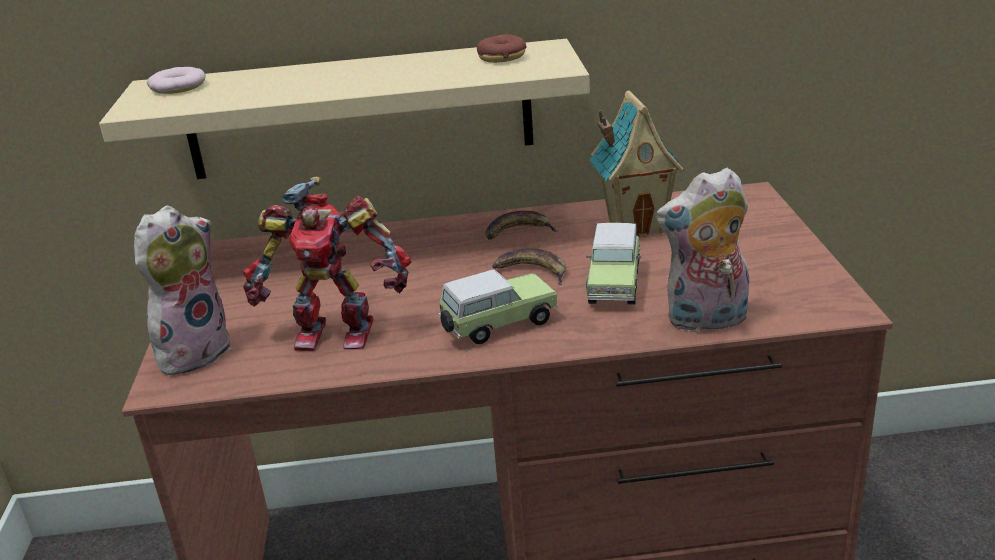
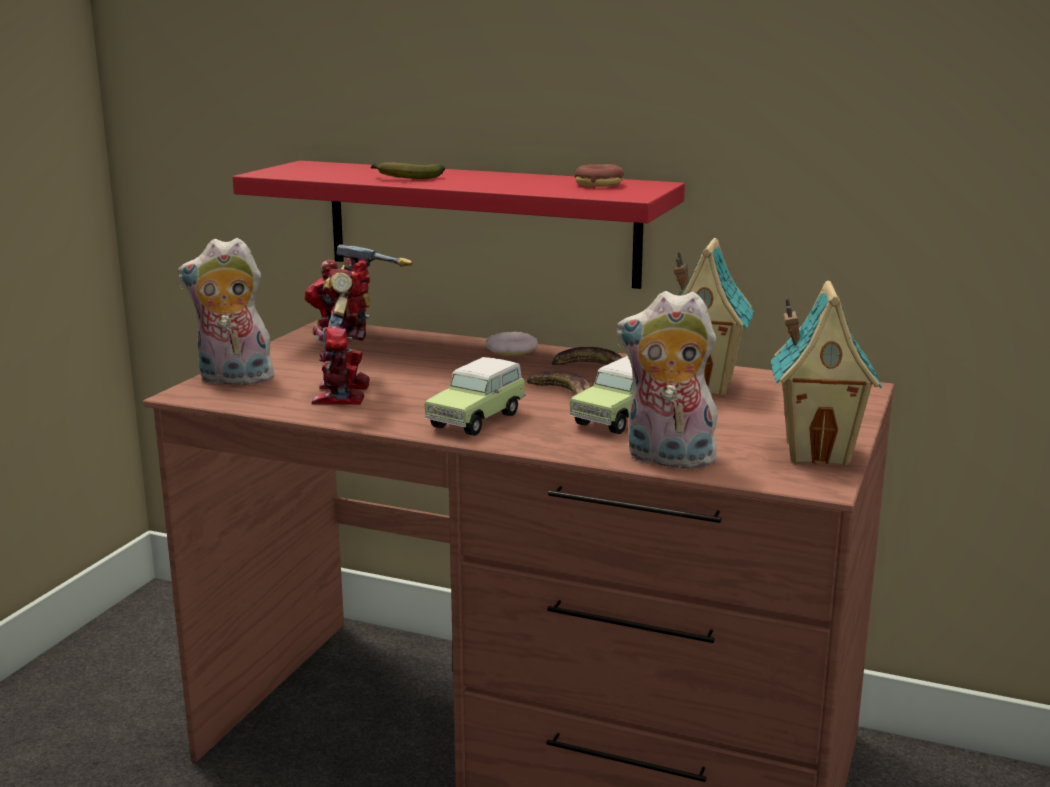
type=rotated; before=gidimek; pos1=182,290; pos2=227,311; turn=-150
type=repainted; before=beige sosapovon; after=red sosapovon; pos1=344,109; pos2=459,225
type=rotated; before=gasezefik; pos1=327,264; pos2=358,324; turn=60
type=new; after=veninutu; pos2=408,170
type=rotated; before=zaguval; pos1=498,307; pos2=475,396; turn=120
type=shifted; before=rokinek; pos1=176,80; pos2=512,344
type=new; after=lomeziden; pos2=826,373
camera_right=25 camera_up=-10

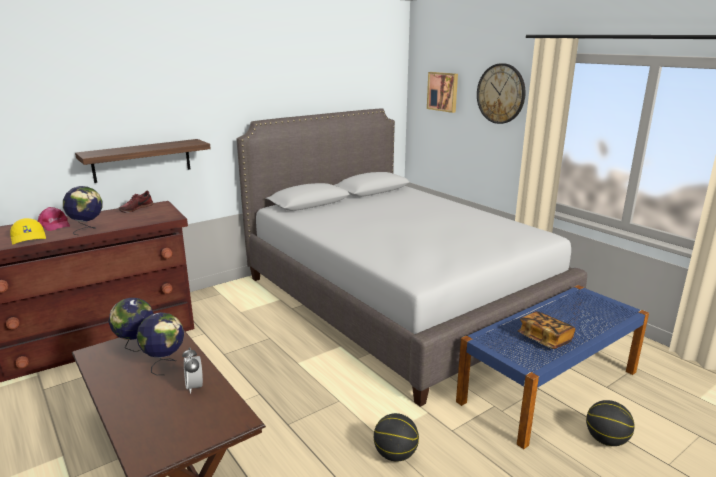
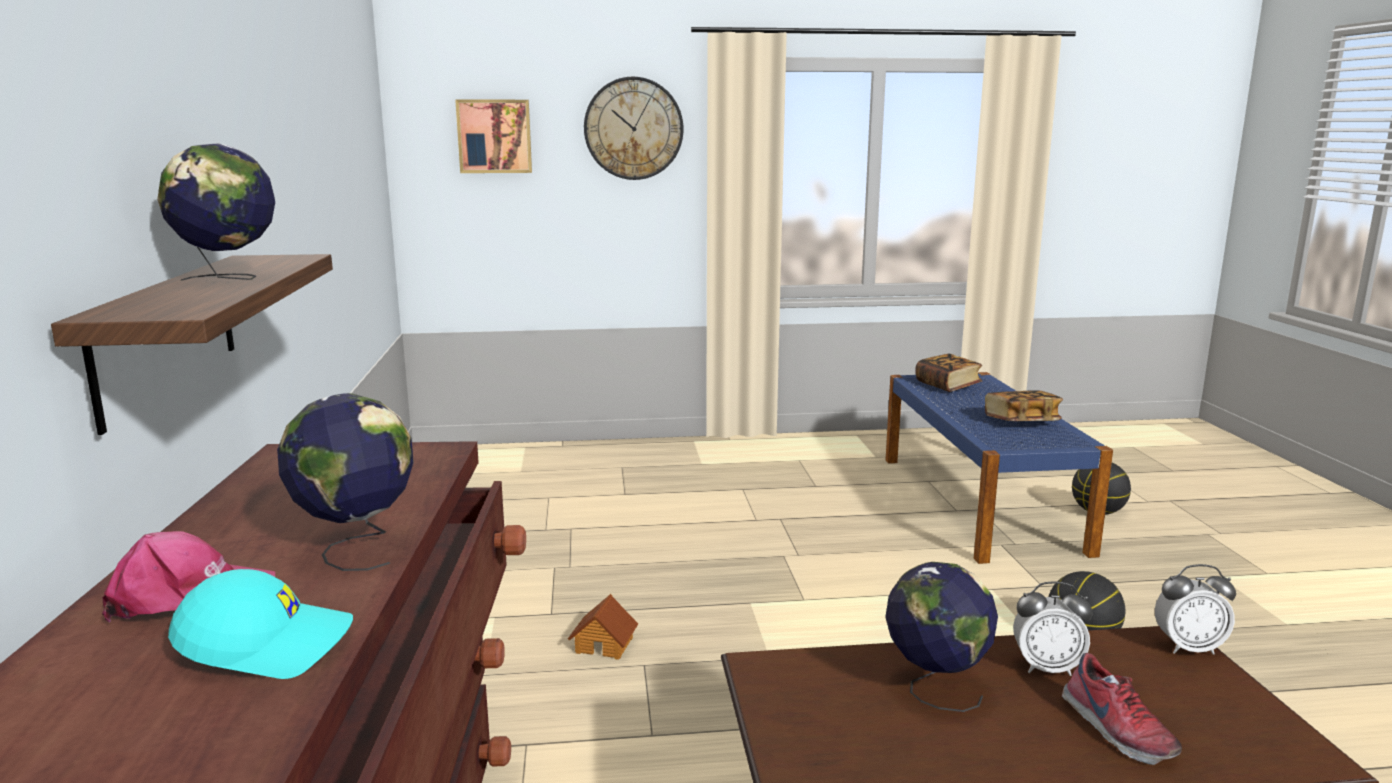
type=shifted; before=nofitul; pos1=131,325; pos2=216,212
type=repainted; before=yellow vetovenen; after=turquoise vetovenen; pos1=28,231; pos2=260,624
type=new; after=lomeziden; pos2=603,627
type=new; after=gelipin; pos2=948,373
type=shifted; before=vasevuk; pos1=135,202; pos2=1122,709
type=new; after=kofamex; pos2=1195,609
type=gone; before=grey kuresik; pos1=411,257
camera_right=-60 camera_up=-5

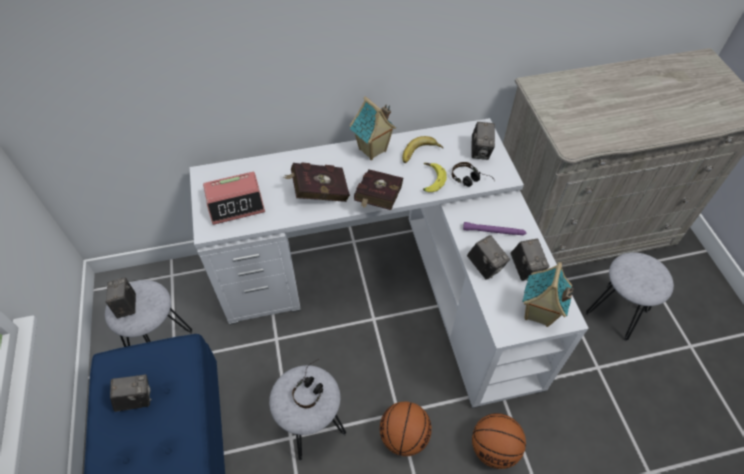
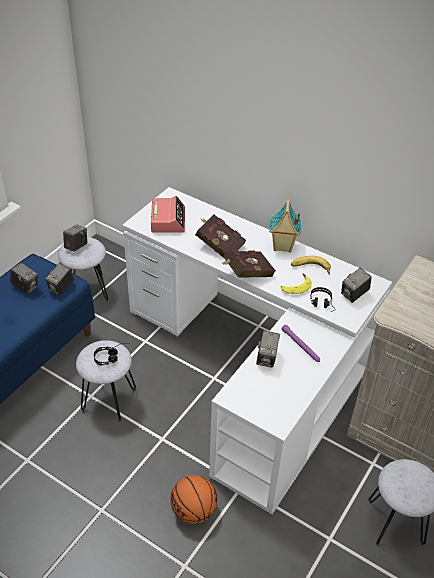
type=shifted; before=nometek; pos1=530,260; pos2=59,279
type=rotated; before=kofamex; pos1=234,198; pos2=168,214; turn=-120
type=gone; before=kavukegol; pos1=406,428
type=gone; before=lomeziden; pos1=548,294
camera_right=45 camera_up=-10

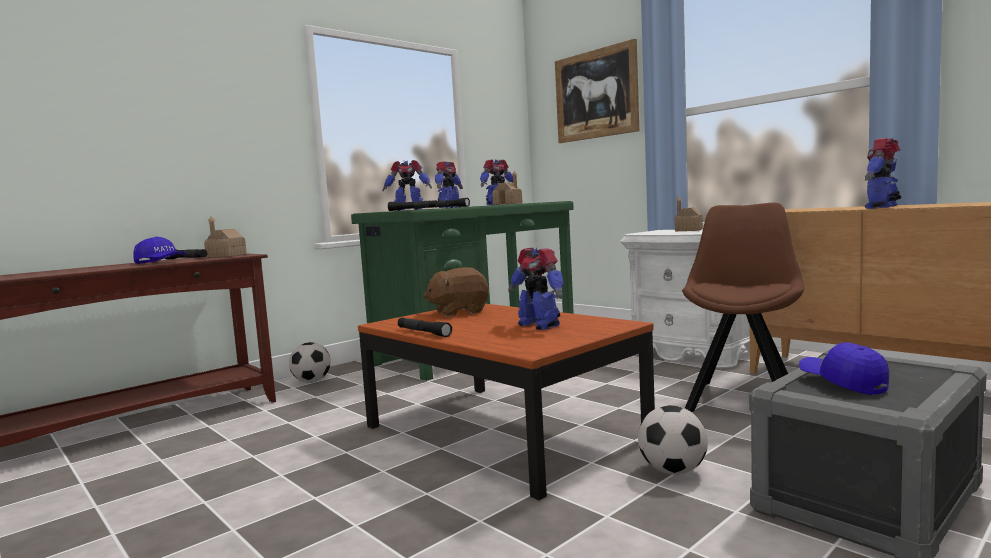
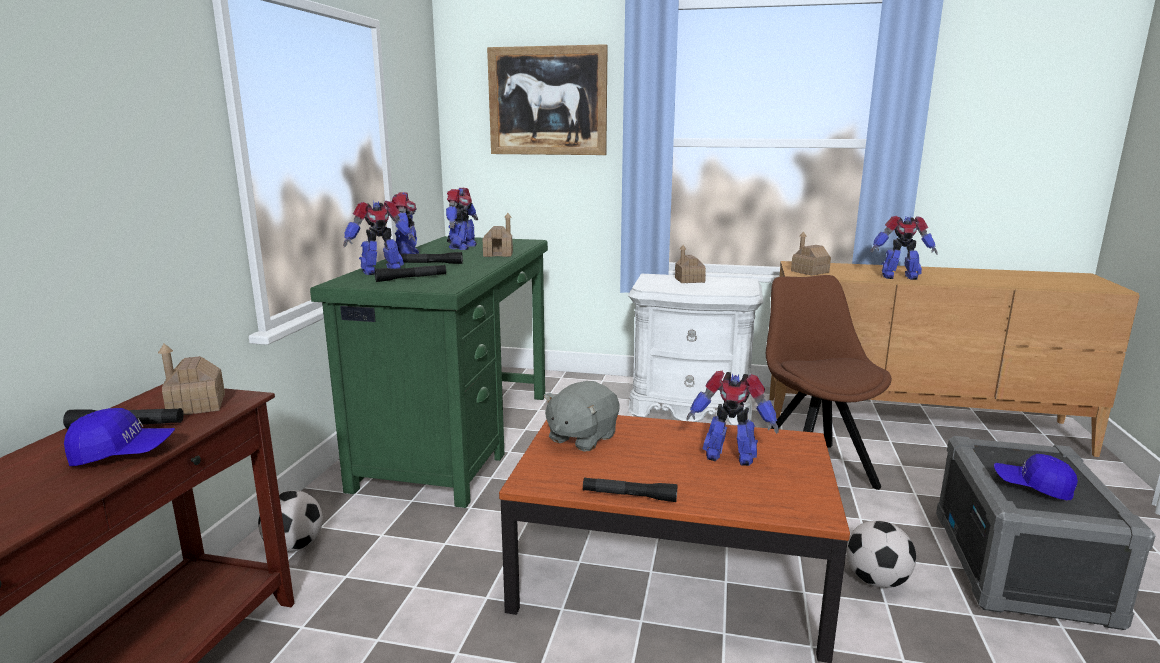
type=repainted; before=brown gidimek; after=grey gidimek; pos1=456,292; pos2=582,416
type=new; after=lomeziden; pos2=811,253
type=rotated; before=gasezefik; pos1=883,173; pos2=904,248; turn=-90
camera_right=-35 camera_up=10

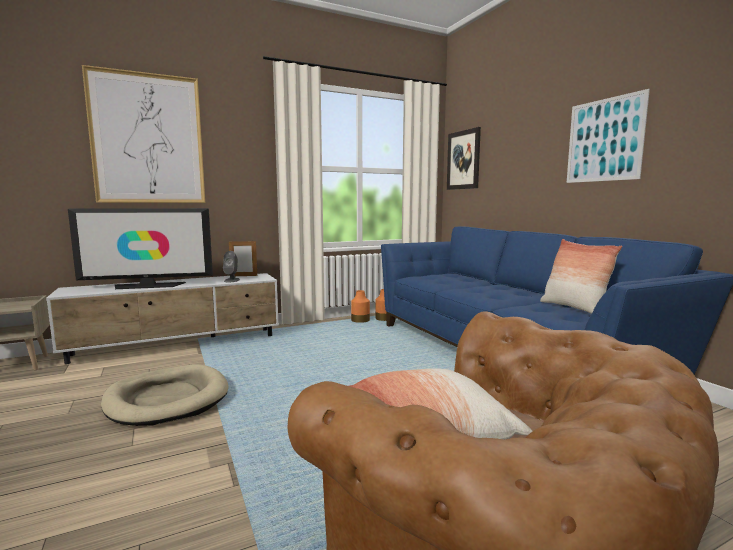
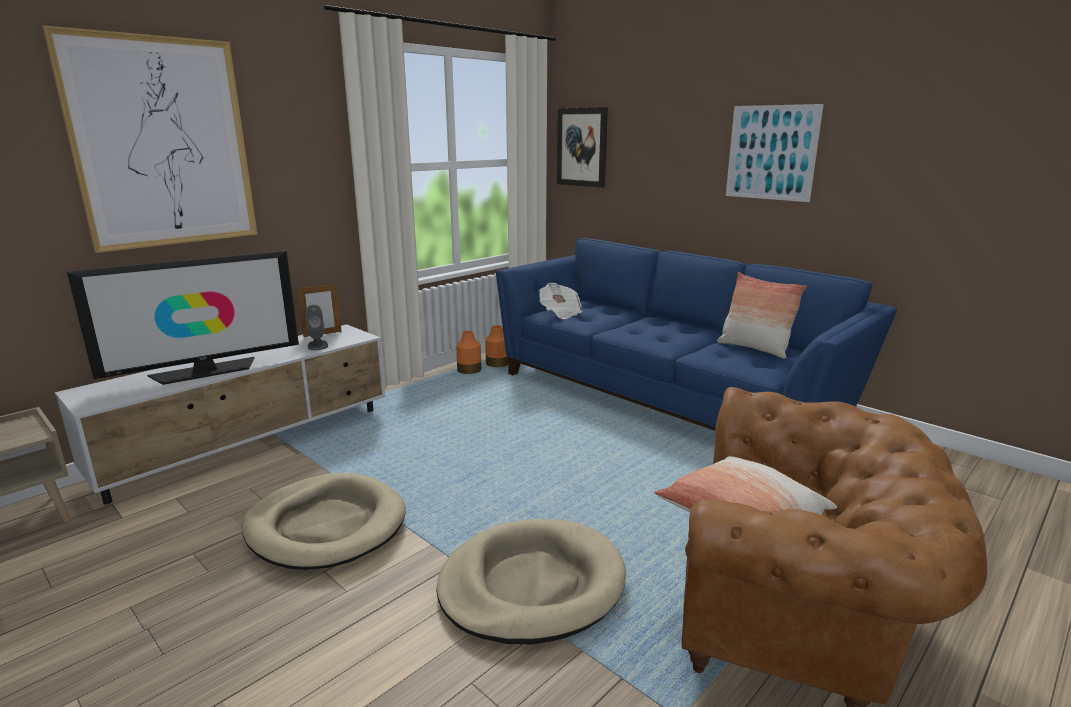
type=new; after=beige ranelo; pos2=531,581
type=new; after=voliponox; pos2=560,301
camera_right=-20 camera_up=10

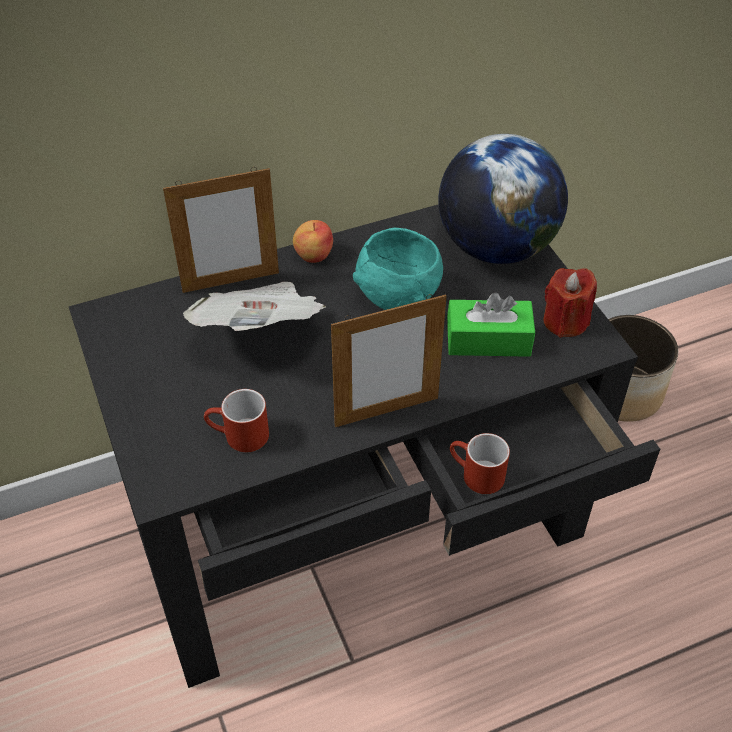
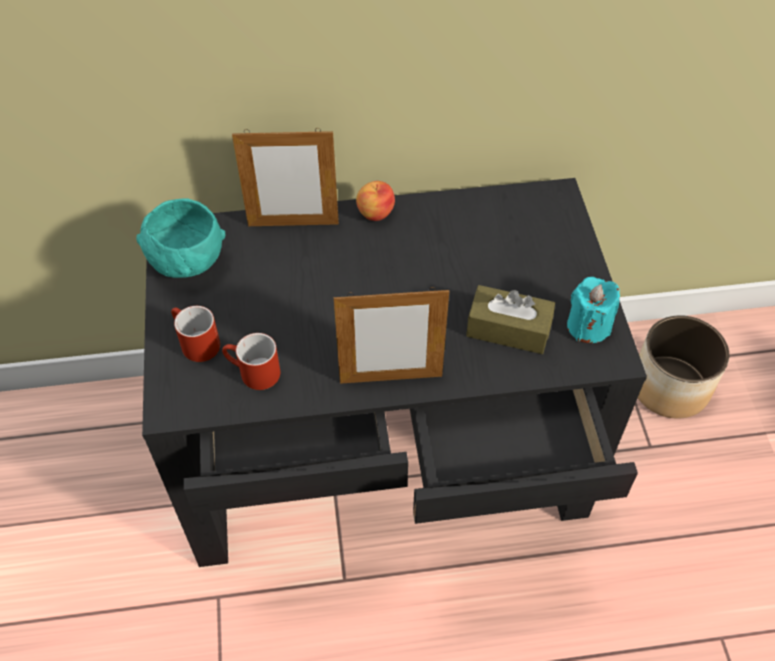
type=shifted; before=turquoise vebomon; pos1=398,269; pos2=181,238
type=shifted; before=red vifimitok; pos1=480,463; pos2=195,334
type=repainted; before=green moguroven; after=brown moguroven; pos1=491,324; pos2=510,319
type=repainted; before=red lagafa; after=turquoise lagafa; pos1=570,303; pos2=593,310
type=gone; before=voliponox; pos1=254,306
type=gone; before=nofitul; pos1=503,199
camera_right=15 camera_up=5

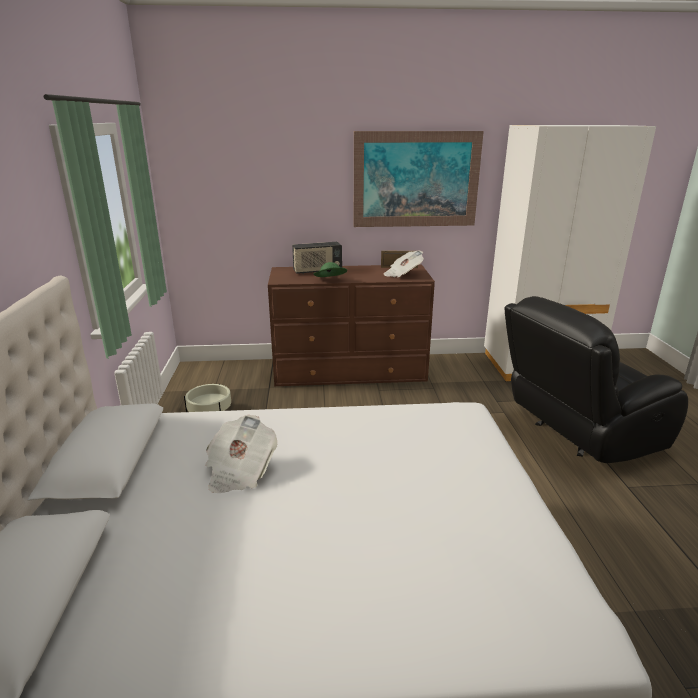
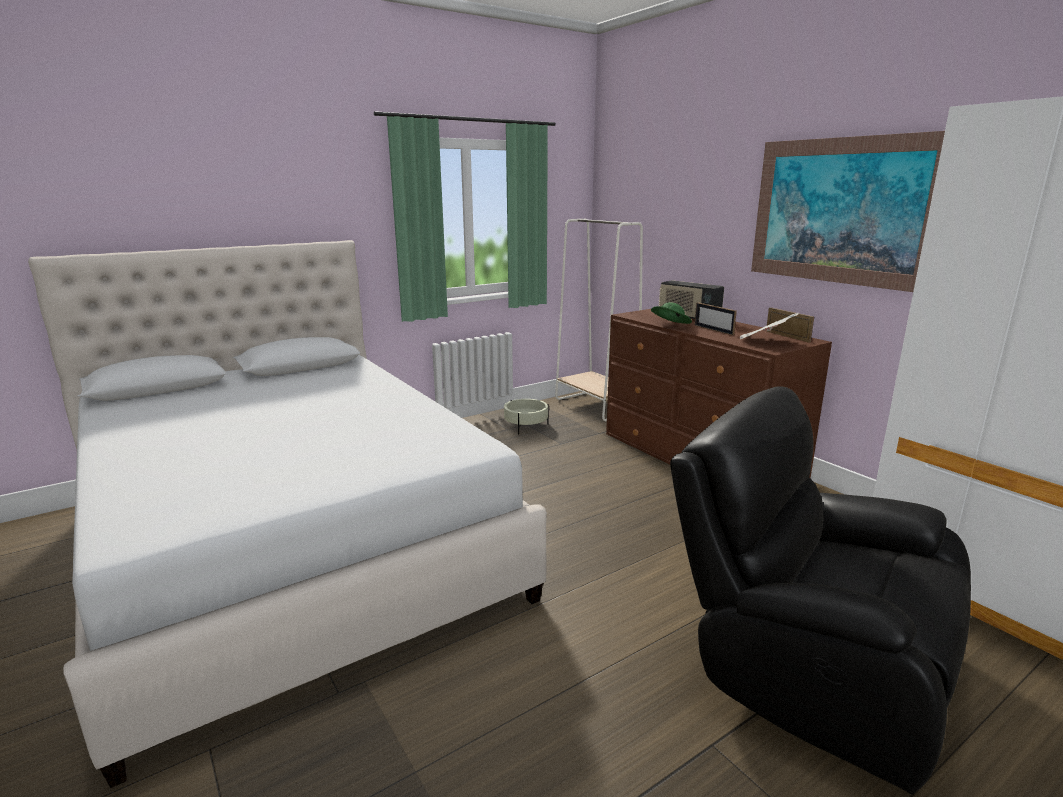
type=new; after=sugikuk; pos2=599,320
type=new; after=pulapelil; pos2=715,318
type=gone; before=voliponox; pos1=241,454
camera_right=60 camera_up=-5

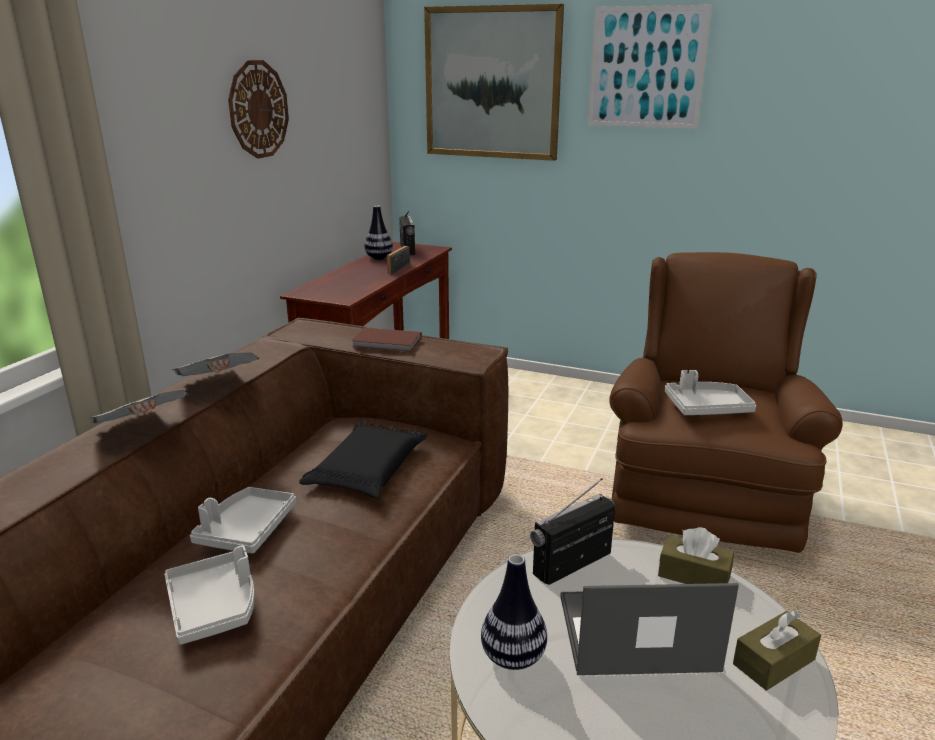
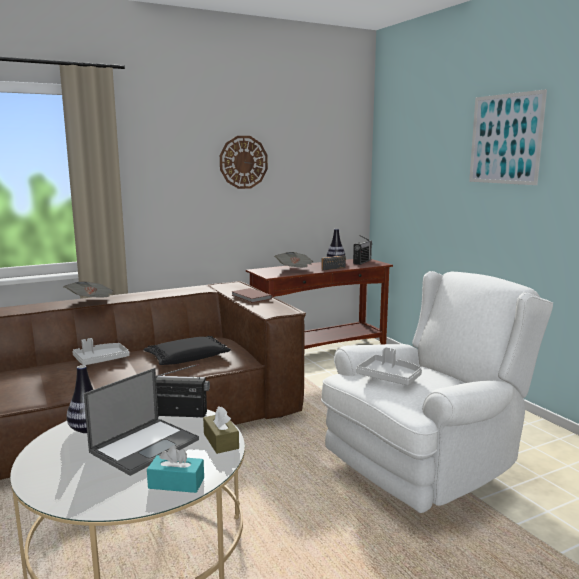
type=rotated; before=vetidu; pos1=649,629; pos2=141,422; turn=90
type=repainted; before=brown moguroven; after=turquoise moguroven; pos1=777,651; pos2=175,469
type=shifted; before=voliponox; pos1=216,364; pos2=293,260
type=repainted; before=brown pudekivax; after=white pudekivax; pos1=725,402; pos2=437,392
type=gone; before=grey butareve; pos1=210,595
type=gone; before=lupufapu; pos1=494,82
camera_right=40 camera_up=-10

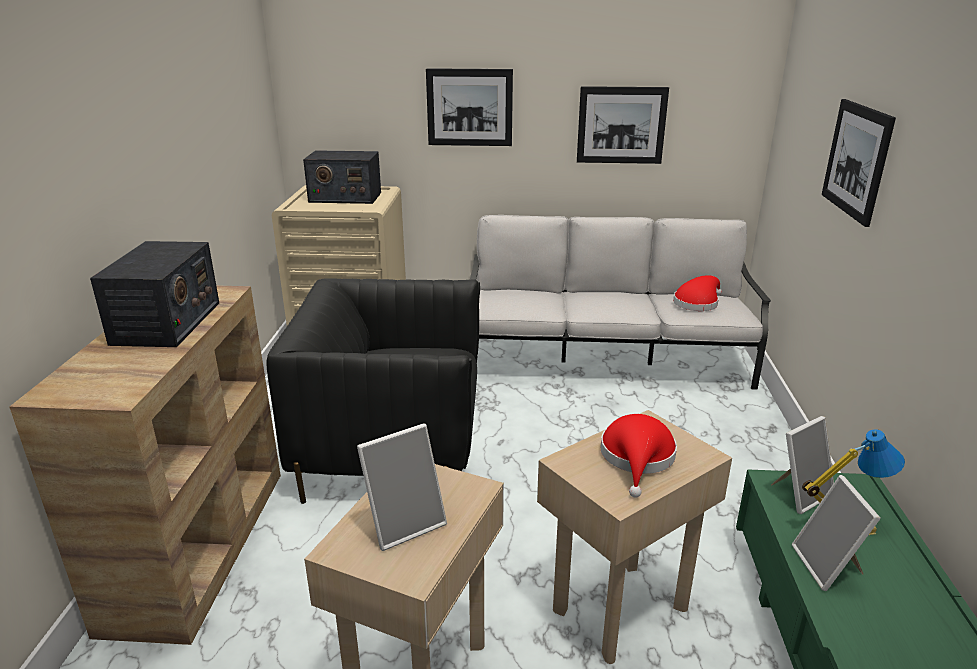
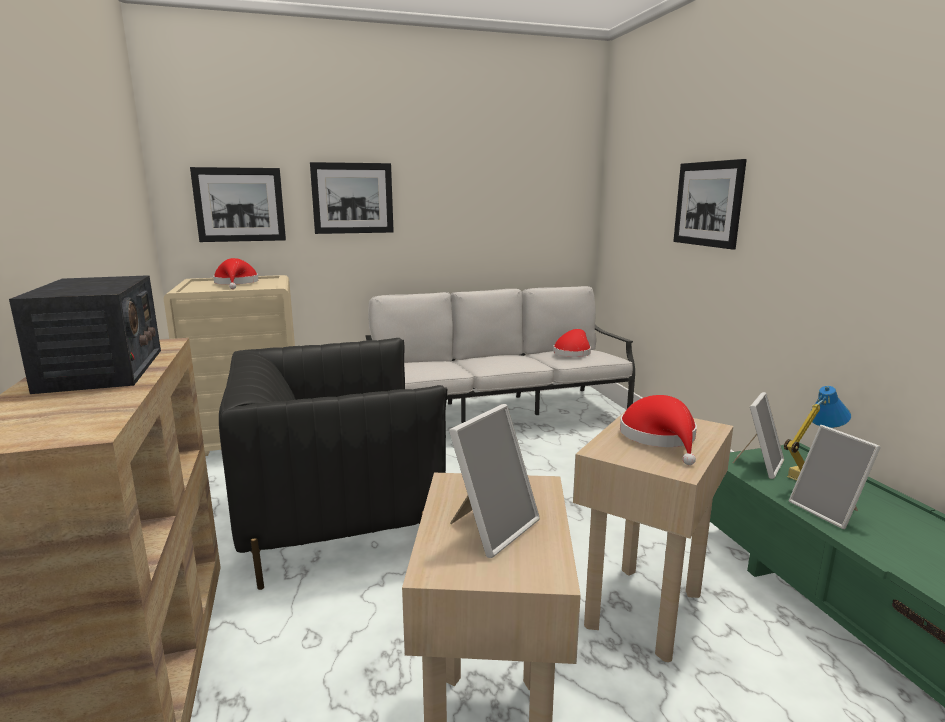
type=shifted; before=lupufapu; pos1=623,125; pos2=238,204
type=swapped; before=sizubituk; after=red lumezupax; pos1=342,177; pos2=235,273
camera_right=-20 camera_up=-10

